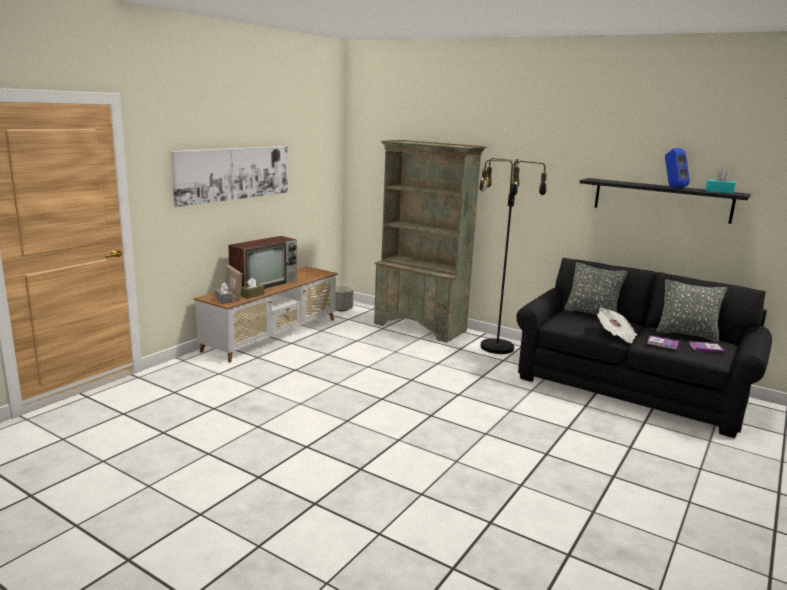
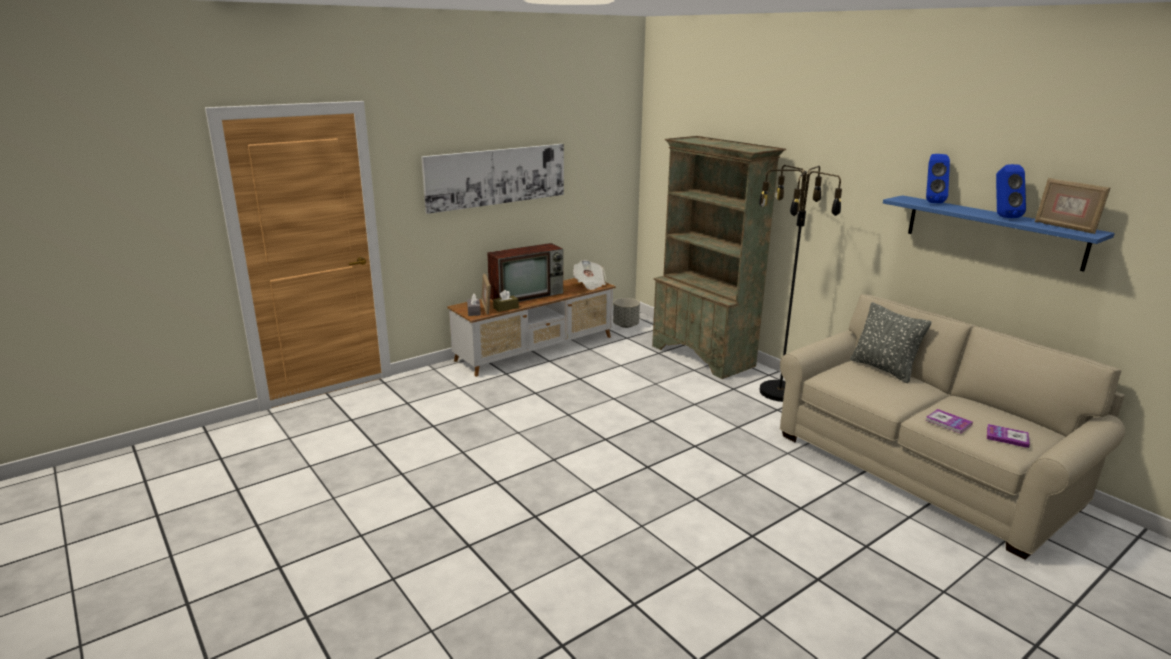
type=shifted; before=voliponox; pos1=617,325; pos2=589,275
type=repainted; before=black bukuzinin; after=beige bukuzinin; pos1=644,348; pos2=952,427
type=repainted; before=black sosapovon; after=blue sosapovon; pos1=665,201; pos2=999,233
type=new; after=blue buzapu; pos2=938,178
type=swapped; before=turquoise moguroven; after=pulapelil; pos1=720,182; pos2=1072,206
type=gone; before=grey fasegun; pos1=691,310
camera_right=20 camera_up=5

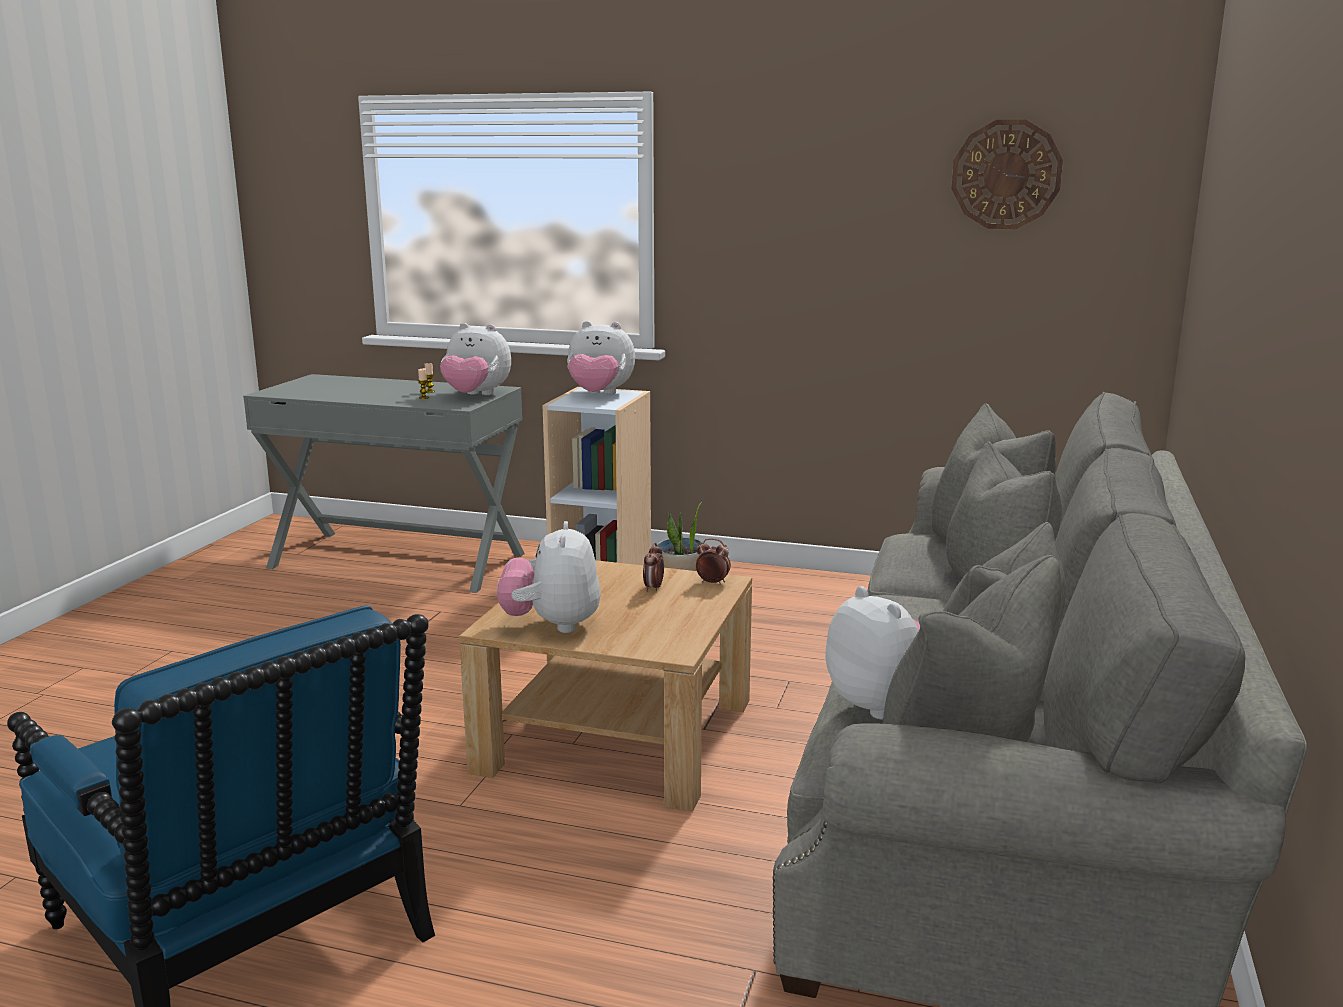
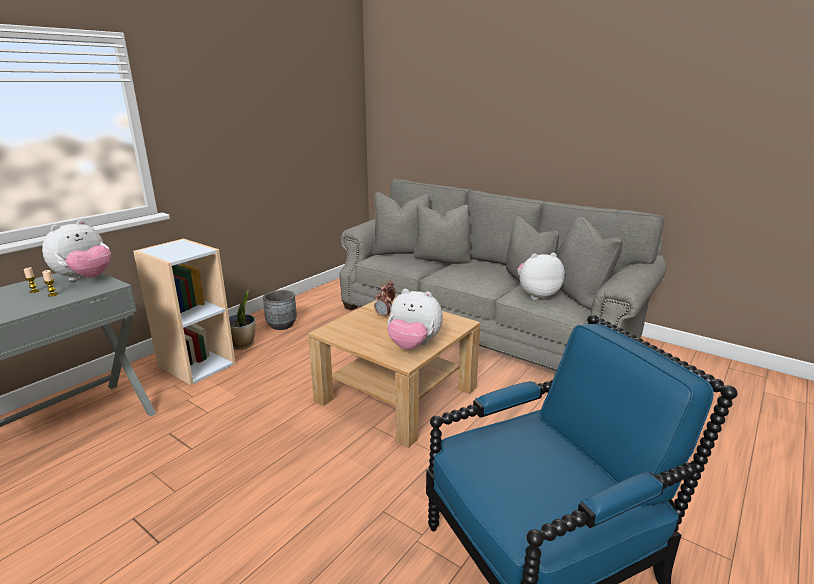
type=new; after=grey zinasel; pos2=280,310
type=gone; before=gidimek; pos1=601,357
type=gone; before=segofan; pos1=1007,174
camera_right=-70 camera_up=5

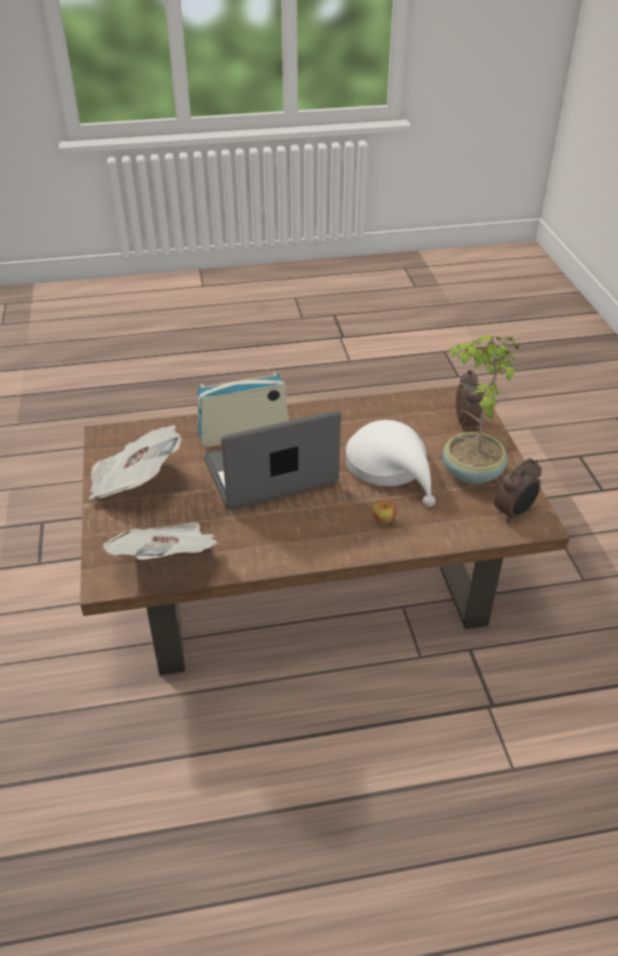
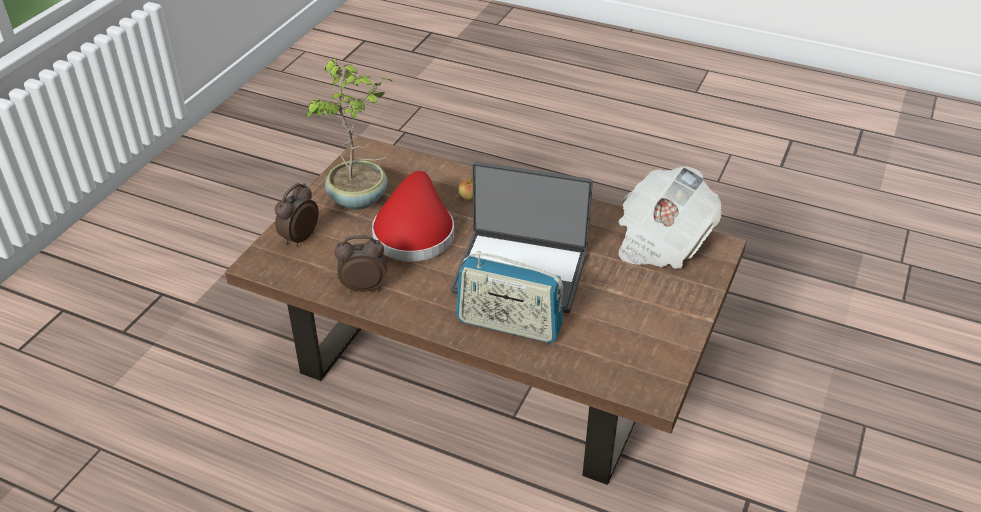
type=shifted; before=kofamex; pos1=518,490; pos2=360,264
type=repainted; before=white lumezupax; after=red lumezupax; pos1=390,463; pos2=413,216
type=gone; before=voliponox; pos1=135,462
camera_right=-145 camera_up=0

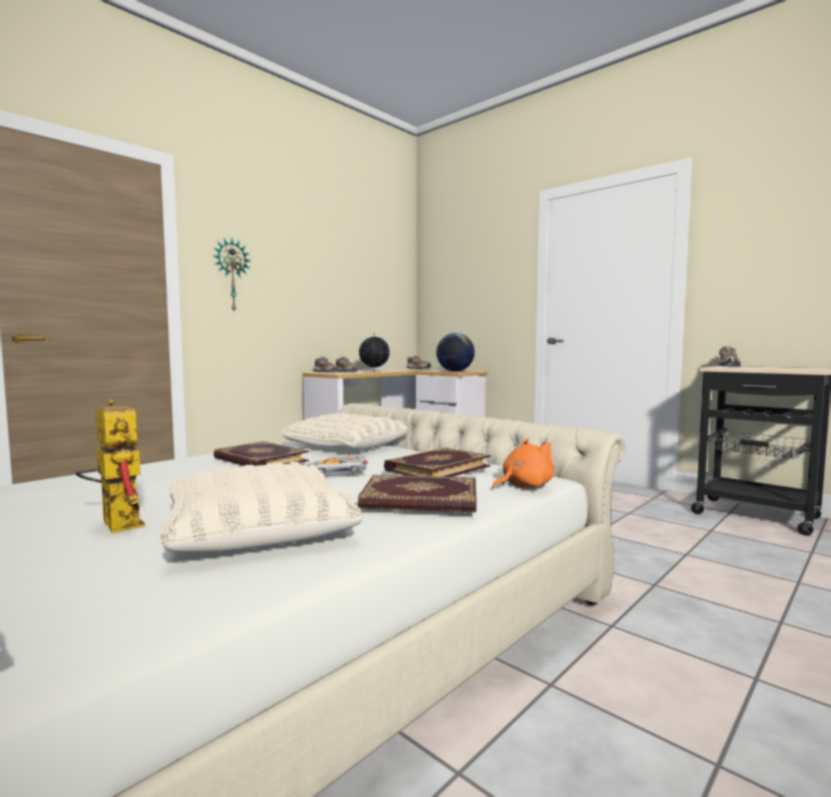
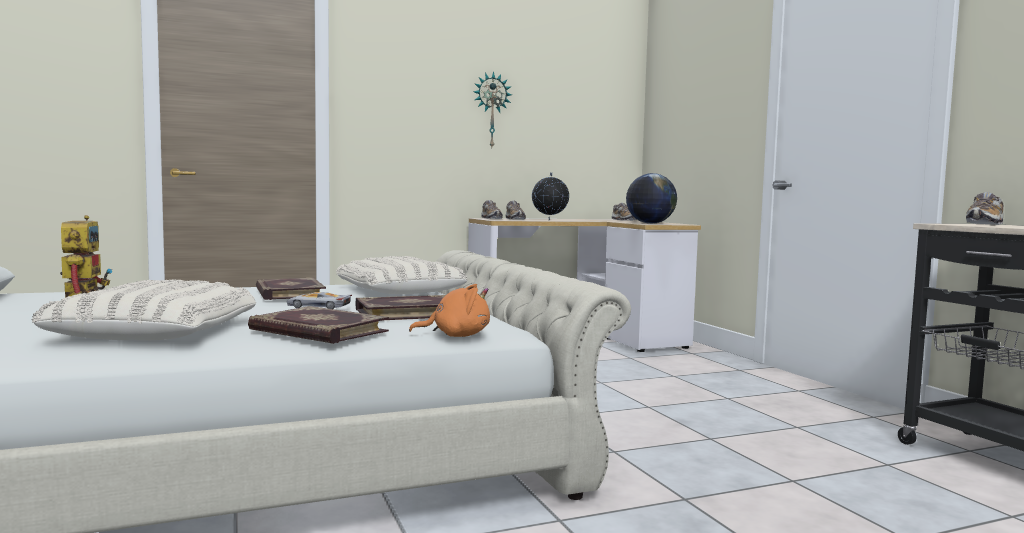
type=shifted; before=segofan; pos1=231,274; pos2=492,109
camera_right=25 camera_up=0

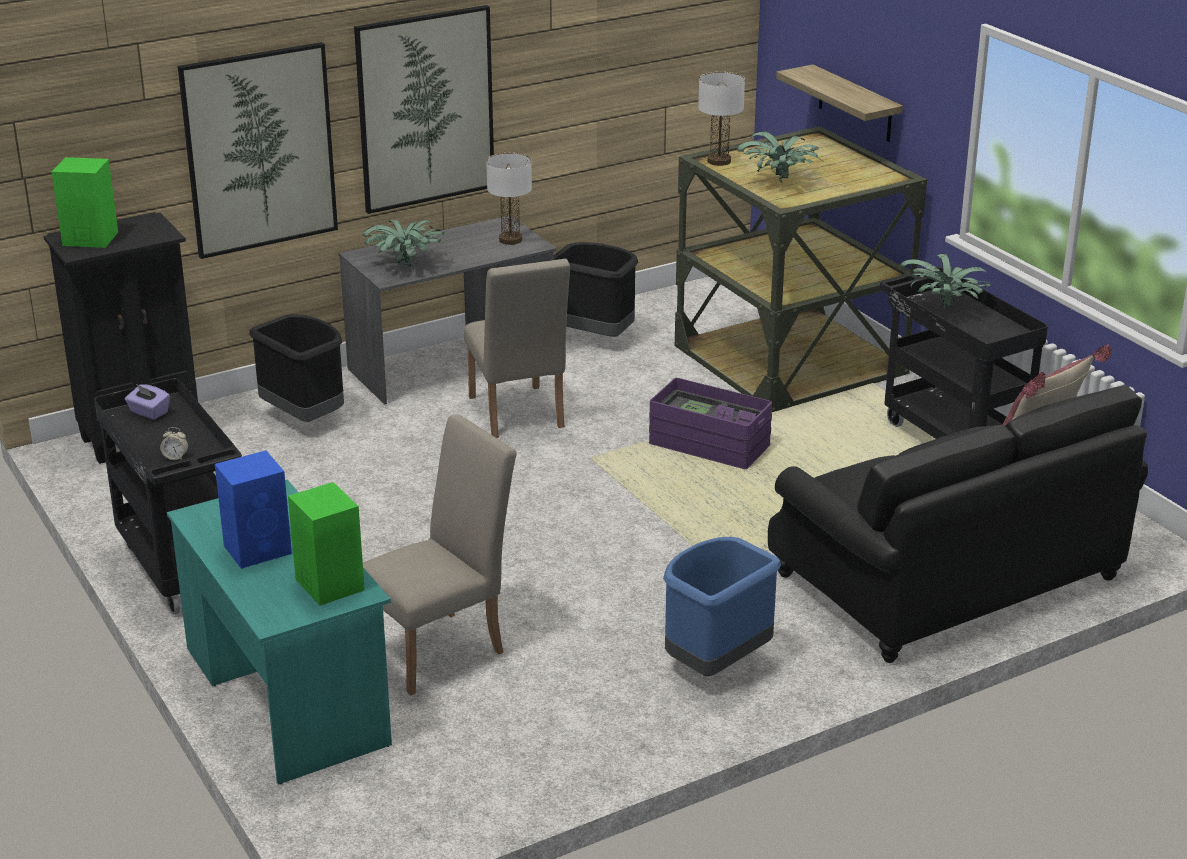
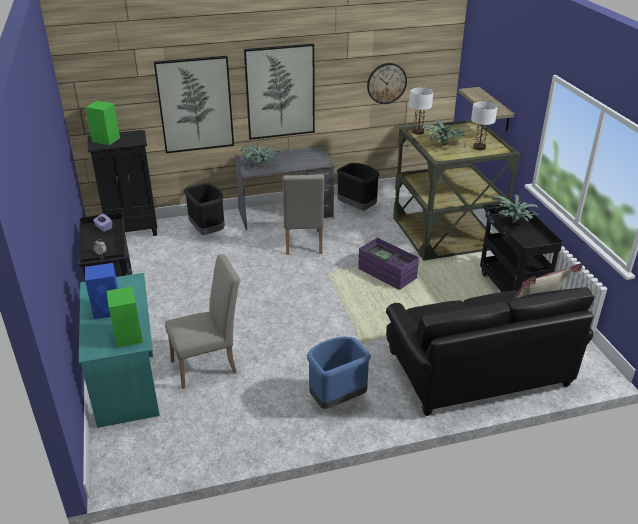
type=new; after=segofan; pos2=387,83
type=shifted; before=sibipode; pos1=509,199; pos2=484,125
camera_right=15 camera_up=5

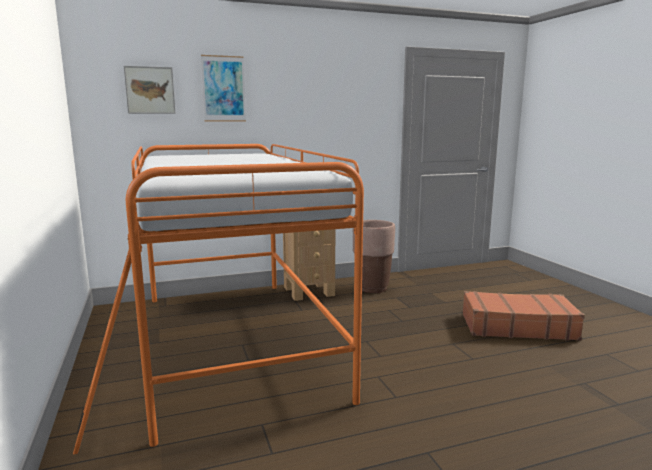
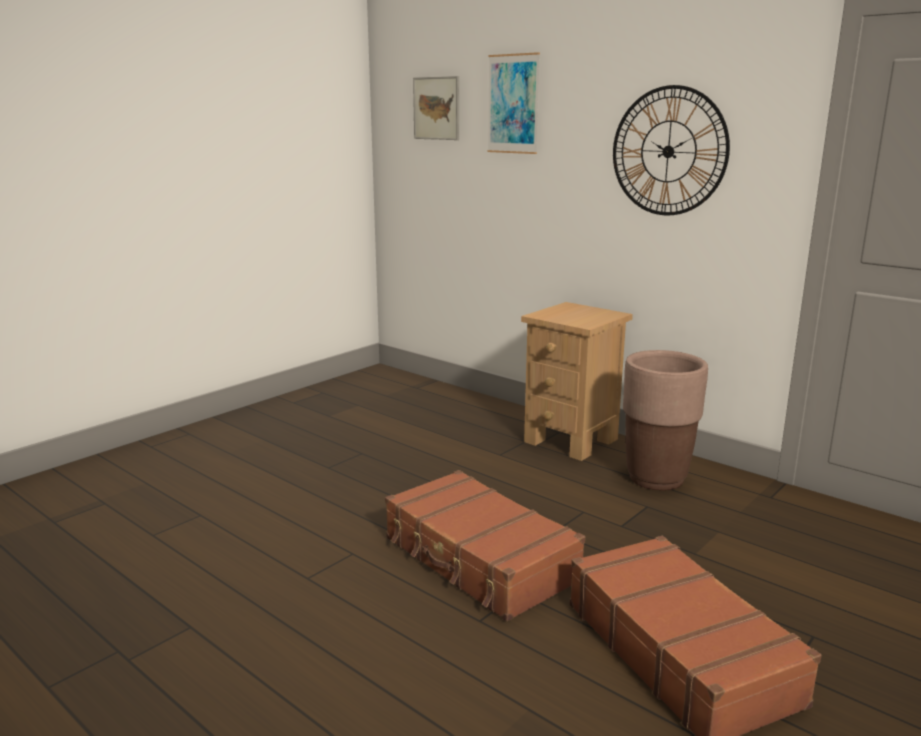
type=new; after=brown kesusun; pos2=485,545
type=new; after=segofan; pos2=671,150
type=gone; before=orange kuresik; pos1=218,299
camera_right=60 camera_up=5

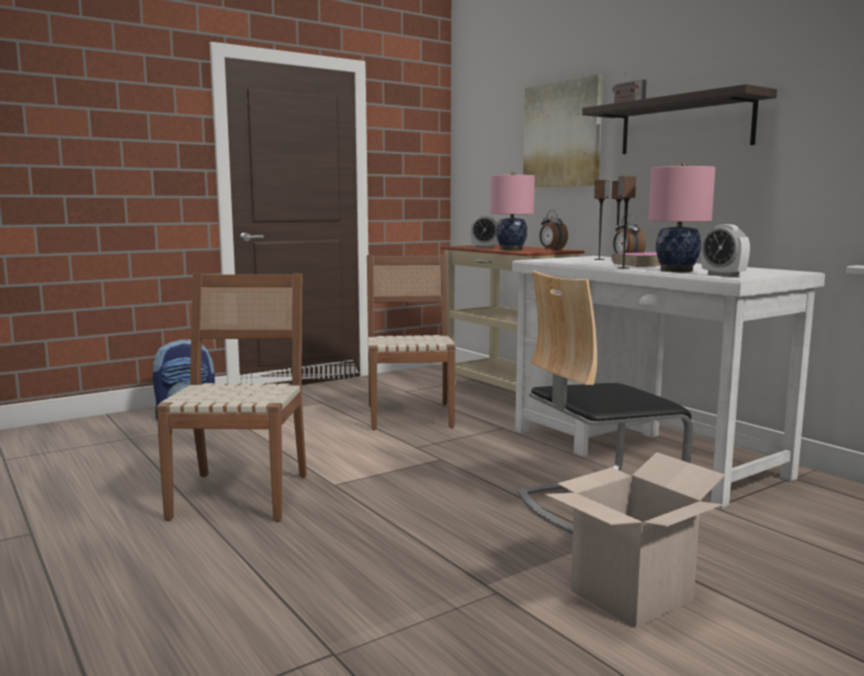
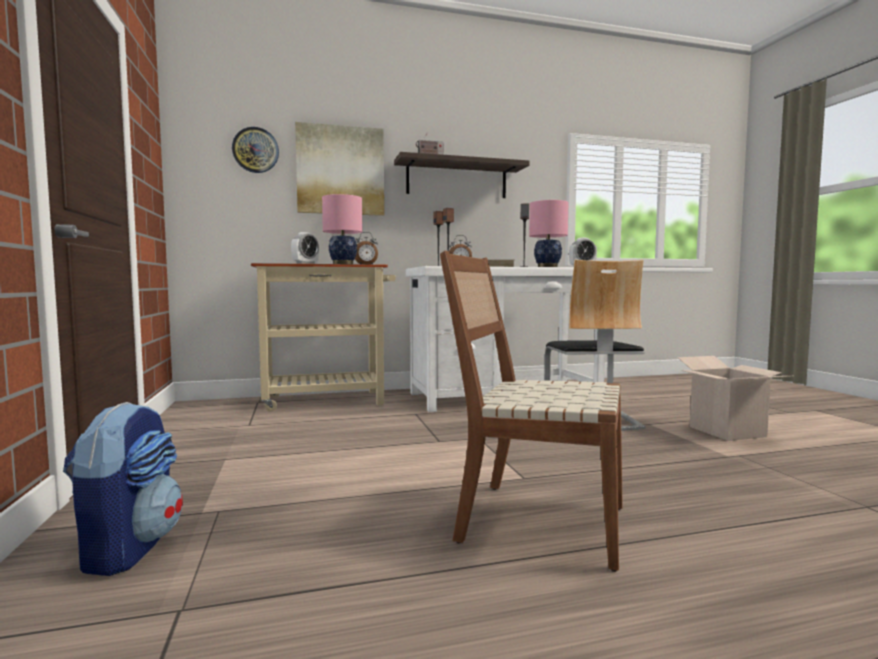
type=new; after=segofan; pos2=255,150
type=gone; before=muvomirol; pos1=411,342
camera_right=-70 camera_up=-5

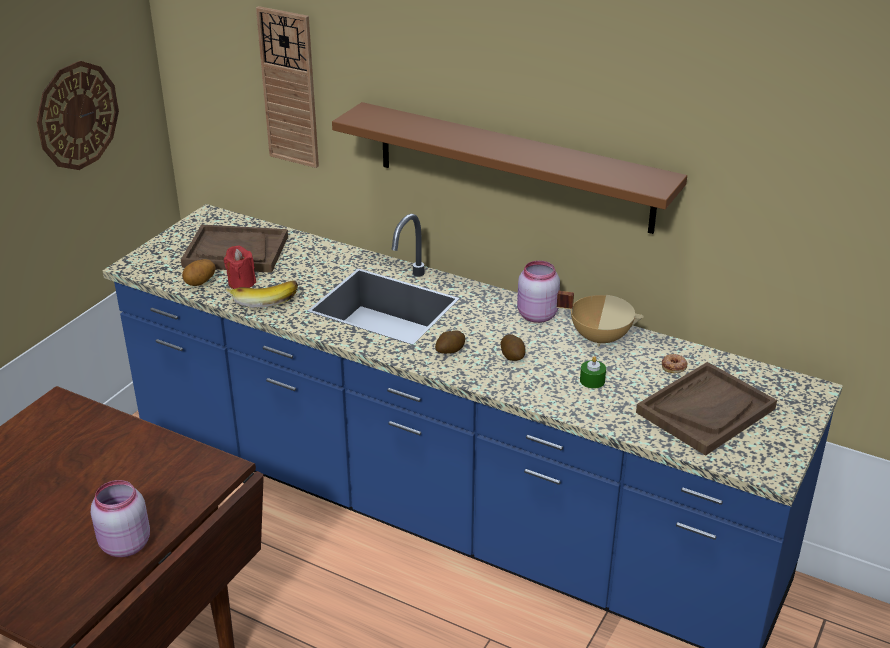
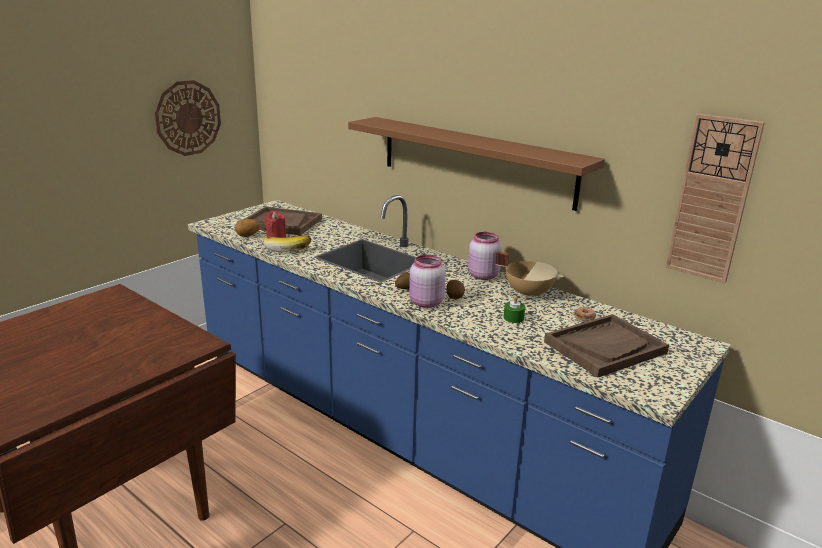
type=shifted; before=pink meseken; pos1=120,518; pos2=427,281
type=shifted; before=segofan; pos1=287,87; pos2=715,198
camera_right=10 camera_up=-10

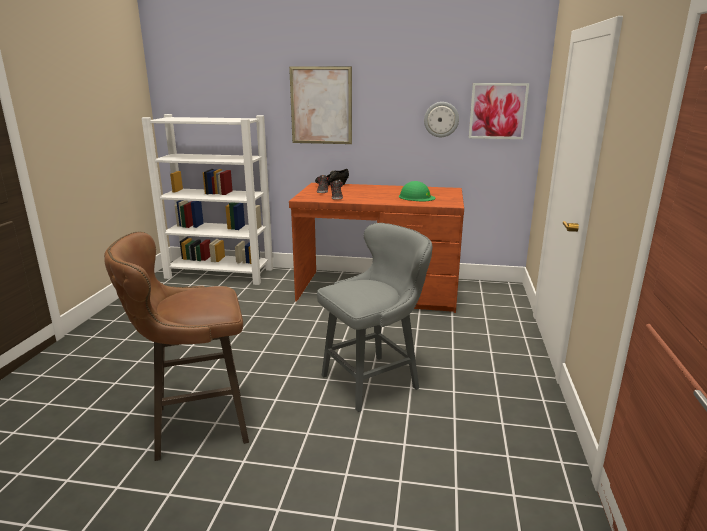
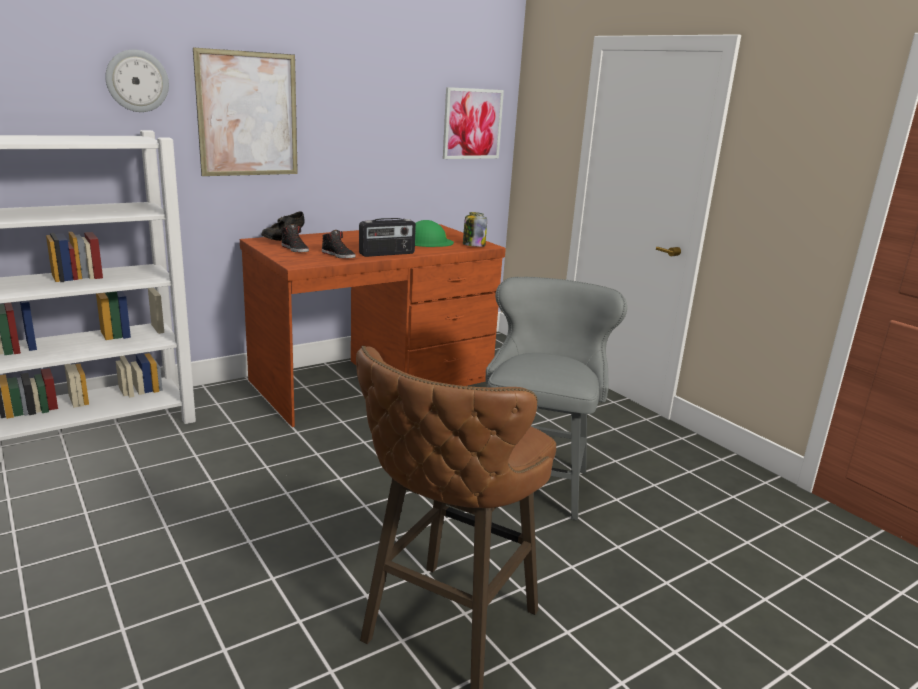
type=shifted; before=segofan; pos1=441,119; pos2=137,80
type=new; after=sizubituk; pos2=387,237
type=new; after=meseken; pos2=475,229
camera_right=-45 camera_up=0

